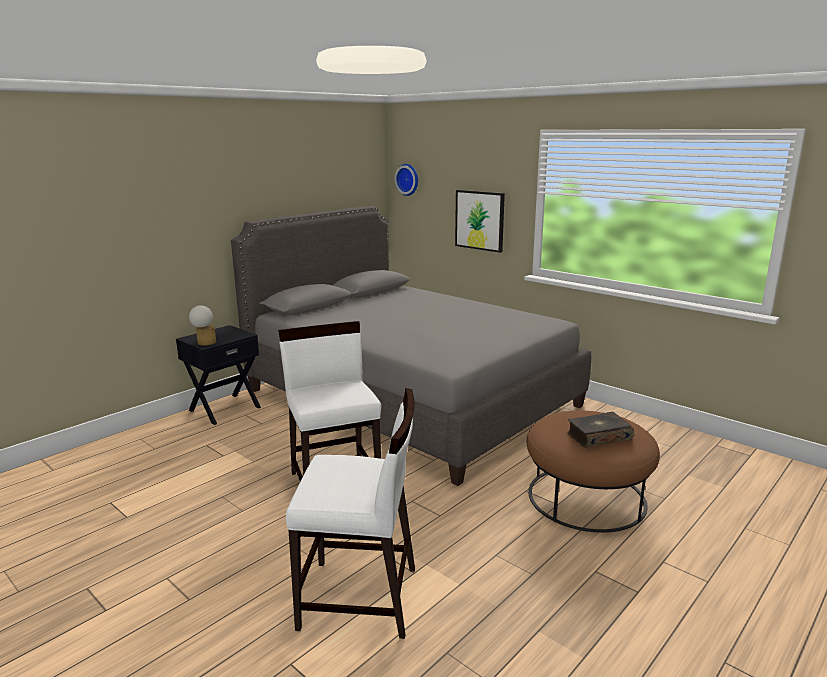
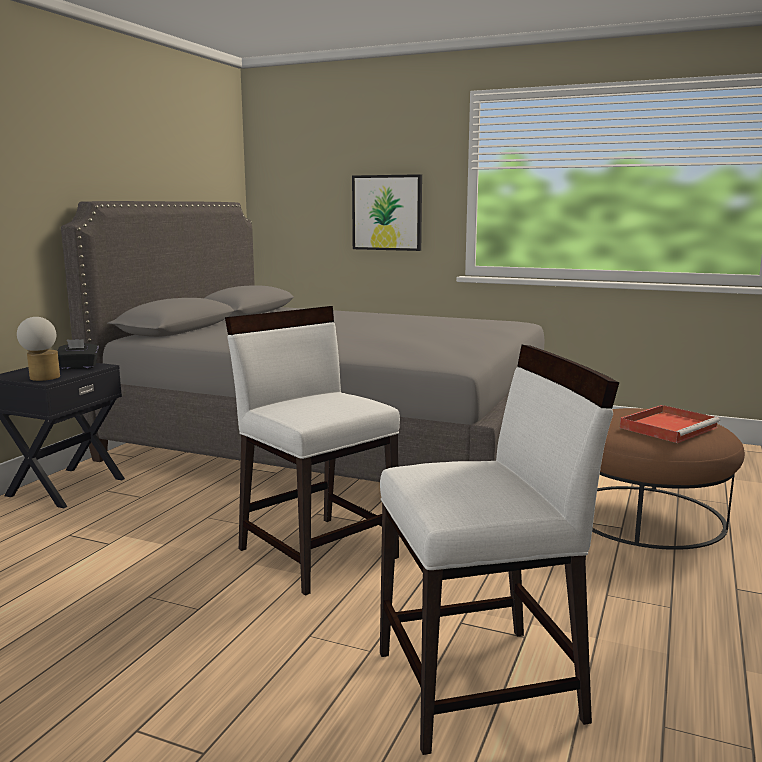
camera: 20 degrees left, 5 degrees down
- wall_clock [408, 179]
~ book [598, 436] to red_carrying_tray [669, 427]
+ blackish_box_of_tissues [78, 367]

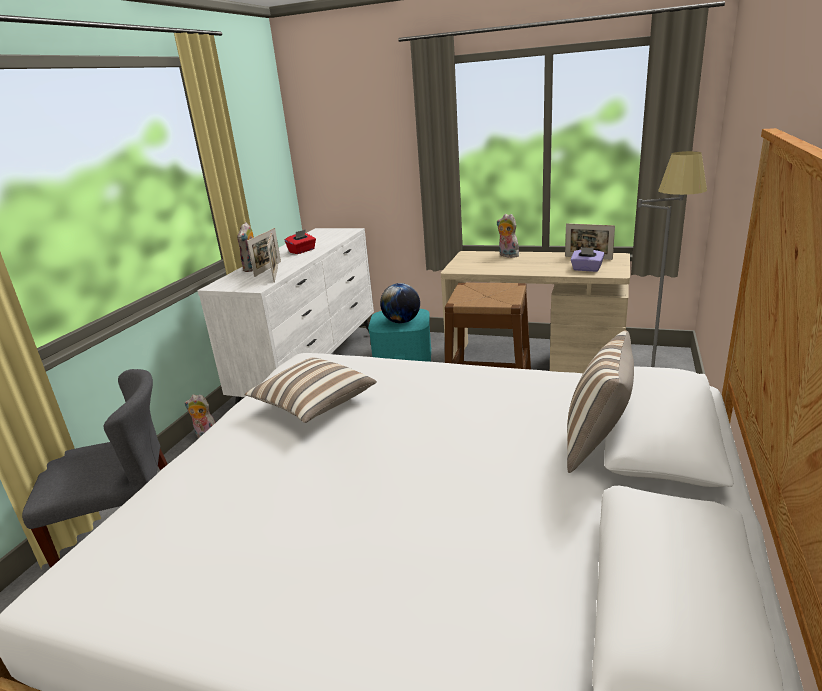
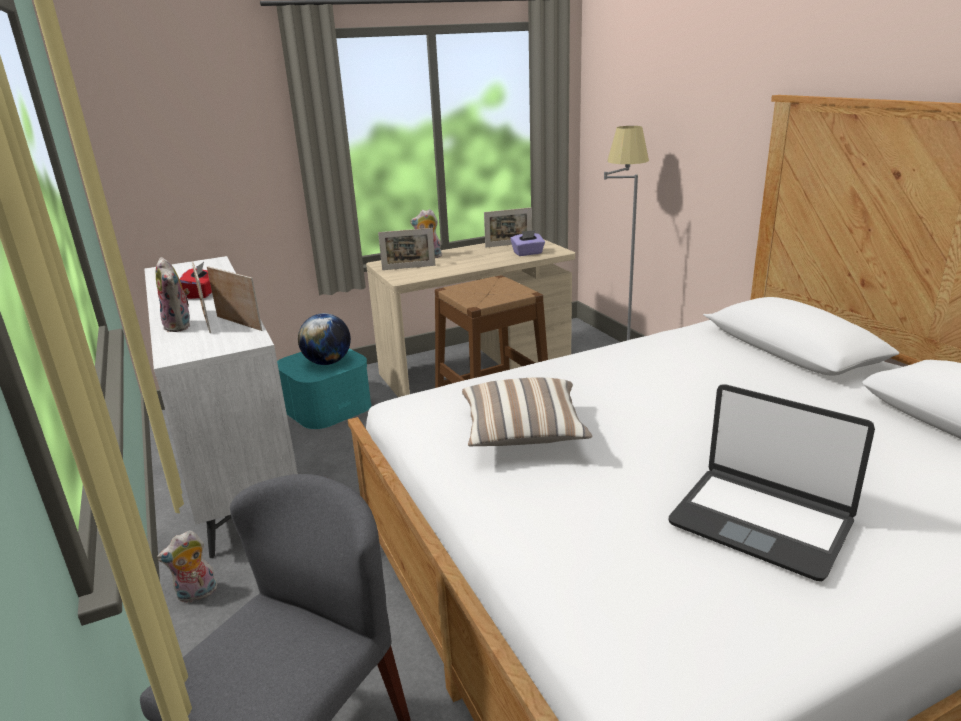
camera: 45 degrees left, 0 degrees up
- cushion [597, 444]
+ picture_frame [408, 267]
+ portable_computer [760, 521]

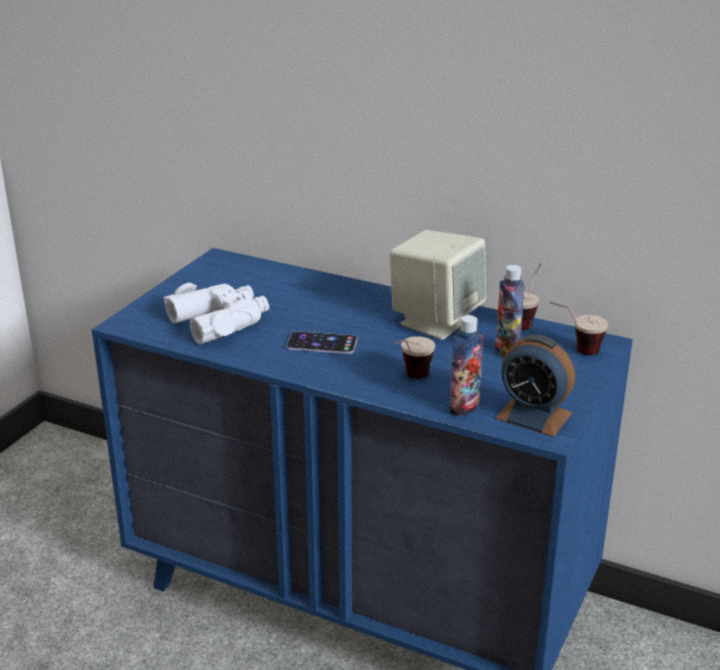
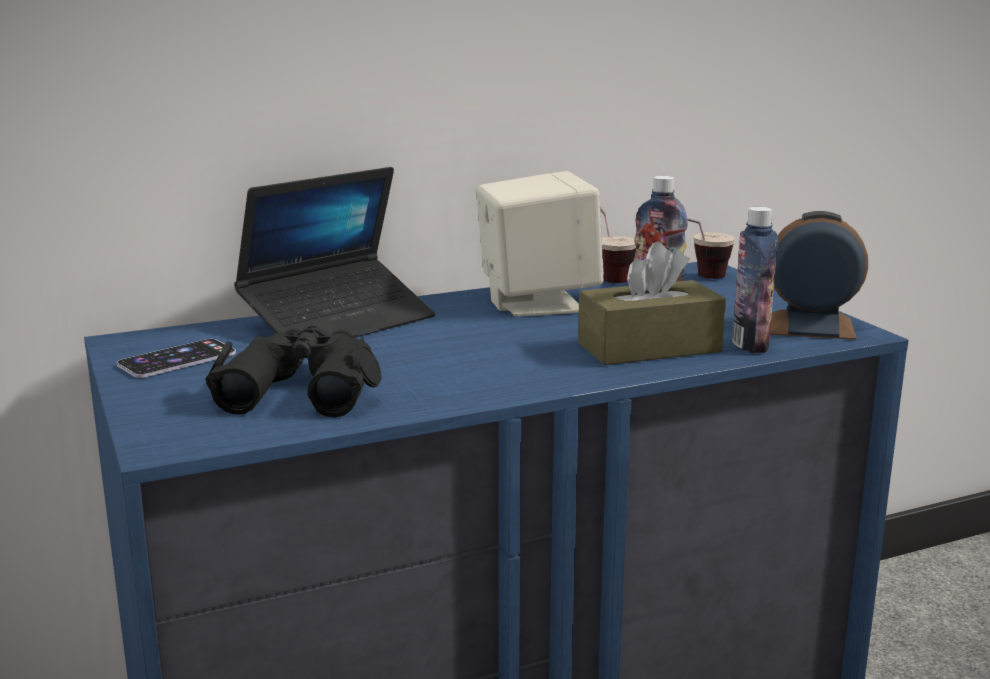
camera: 50 degrees left, 10 degrees down
~ whitish_pair_of_binoculars [220, 321] to blackish_pair_of_binoculars [302, 388]
~ telephone [322, 343] to [177, 359]
~ bedside_clock [534, 415] = [811, 327] 150 degrees counterclockwise
~ cup [410, 379] to brown-coloured_box_of_tissues [649, 347]
+ portable_computer [338, 321]

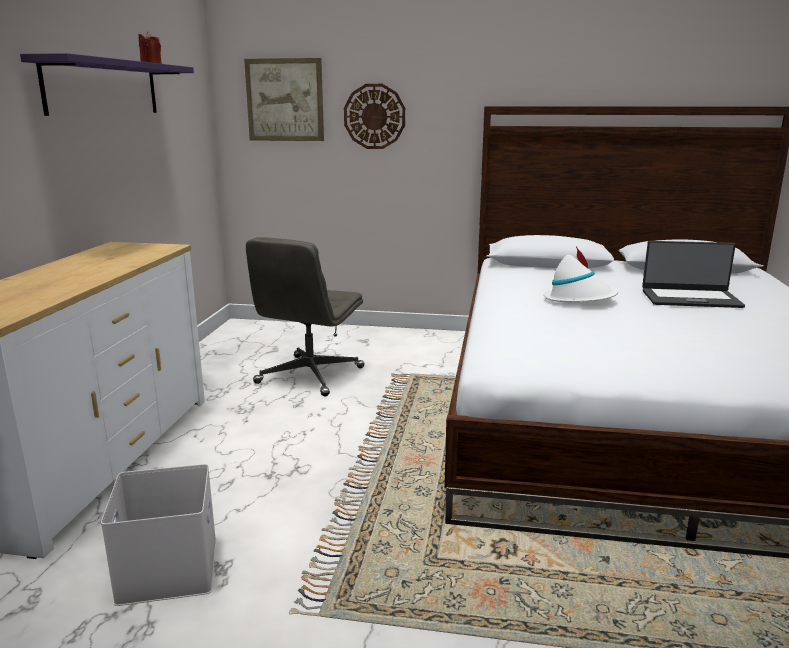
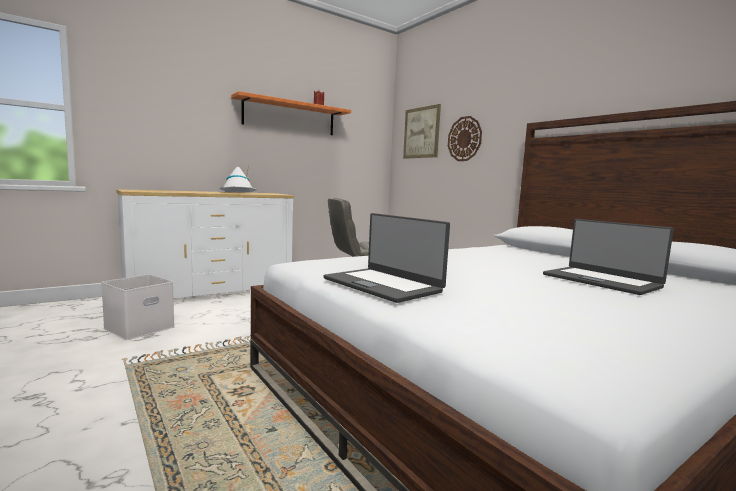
camera: 45 degrees right, 10 degrees down
~ purple-coloured_bracket_shelf [103, 88] to orange_bracket_shelf [290, 117]
~ whitish_hat [579, 299] to [238, 192]
+ portable_computer [383, 285]

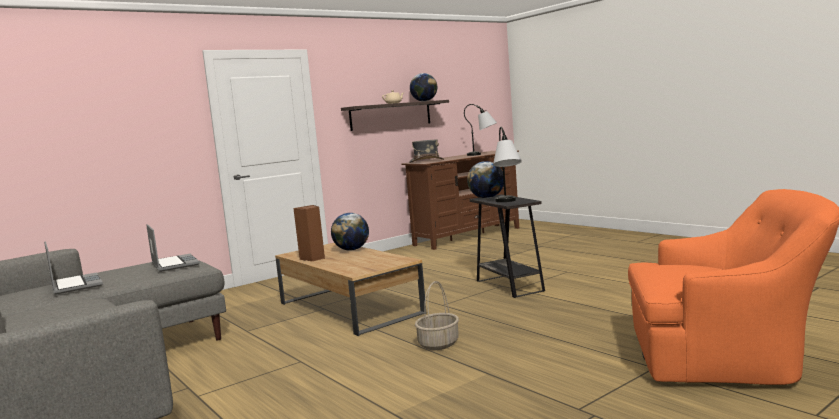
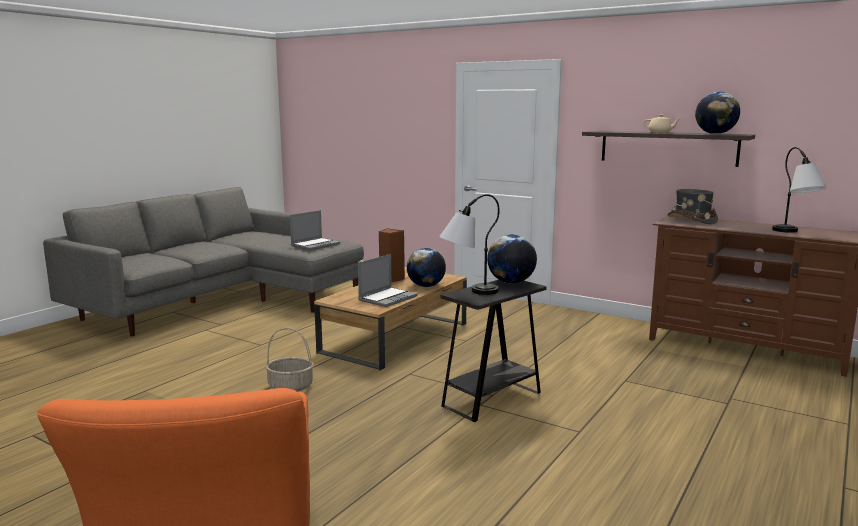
camera: 70 degrees right, 5 degrees up
~ portable_computer [75, 285] to [388, 298]

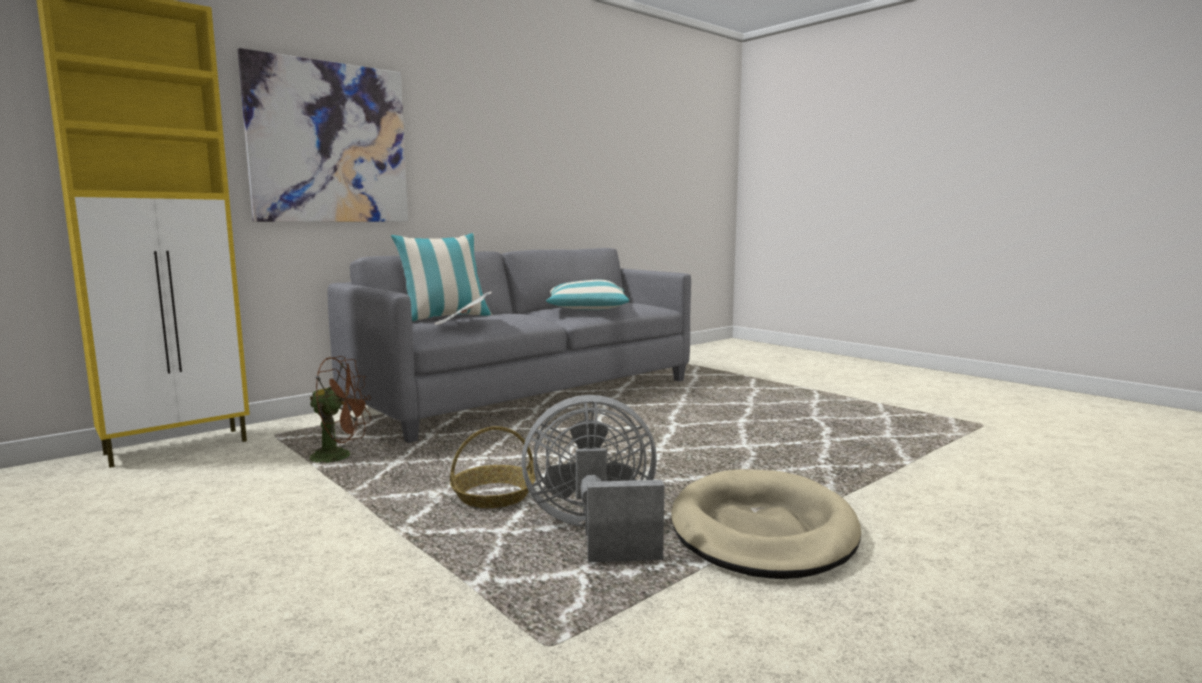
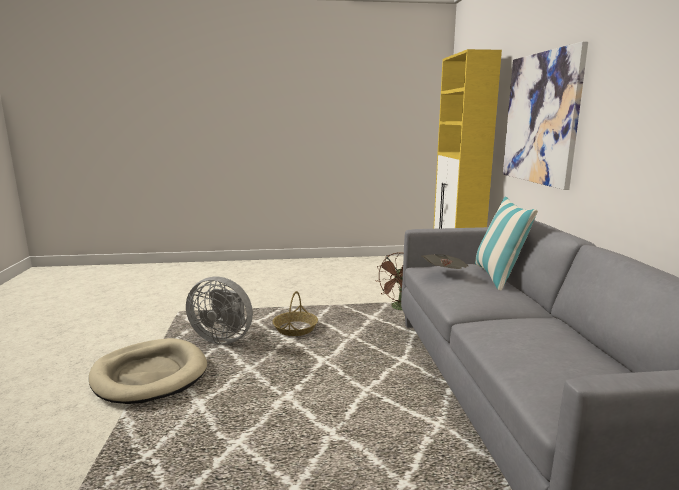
camera: 125 degrees right, 5 degrees up
- cushion [587, 308]
~ grey_cooling_fan [595, 532] = [223, 338] 75 degrees clockwise

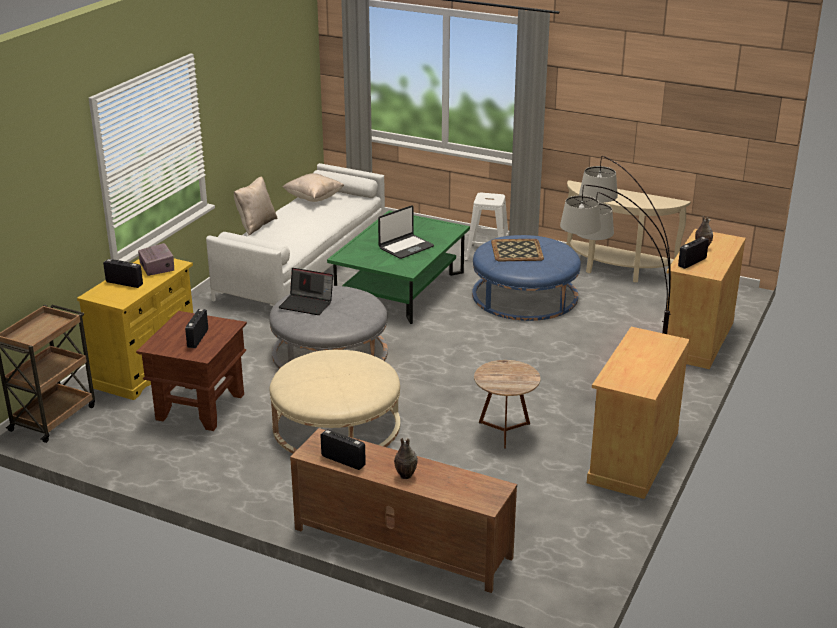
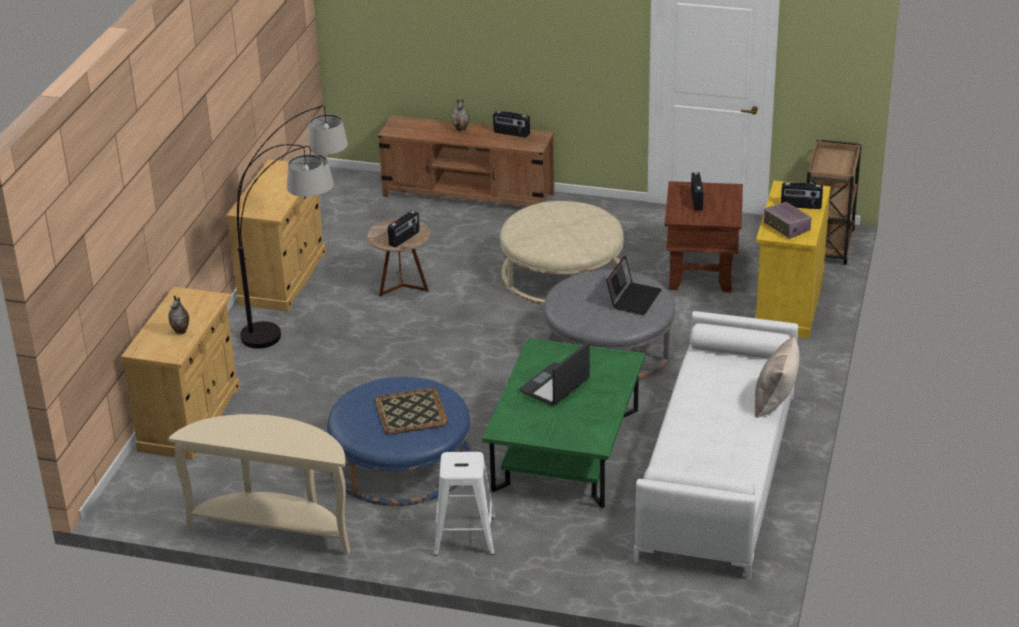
camera: 170 degrees right, 5 degrees up
- beige_cushion [313, 198]
~ radio [691, 262] to [404, 238]
~ portable_computer [307, 304] = [633, 298] 105 degrees clockwise

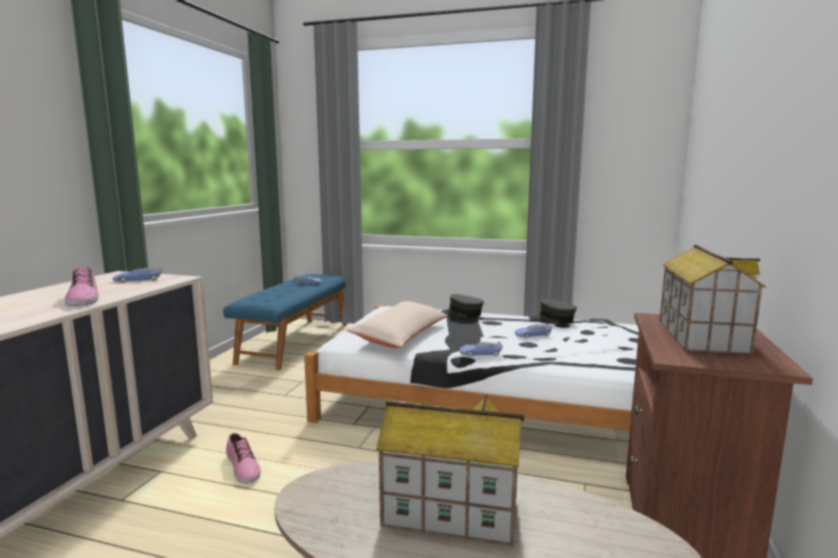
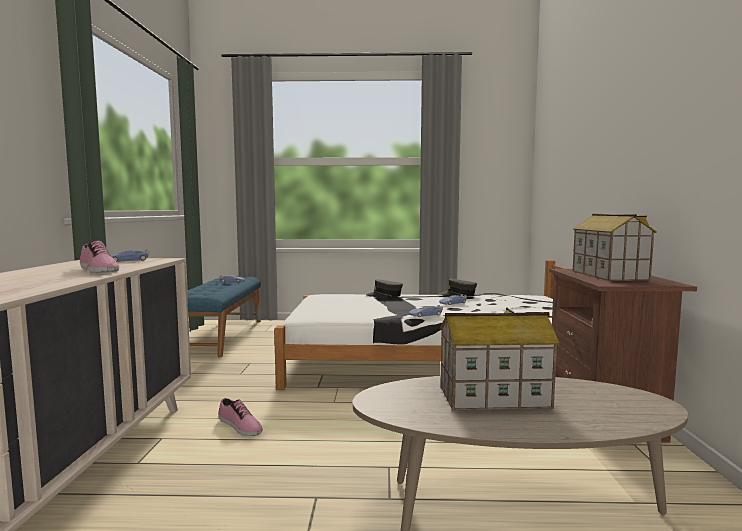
camera: 15 degrees left, 5 degrees down
- beige_cushion [401, 335]

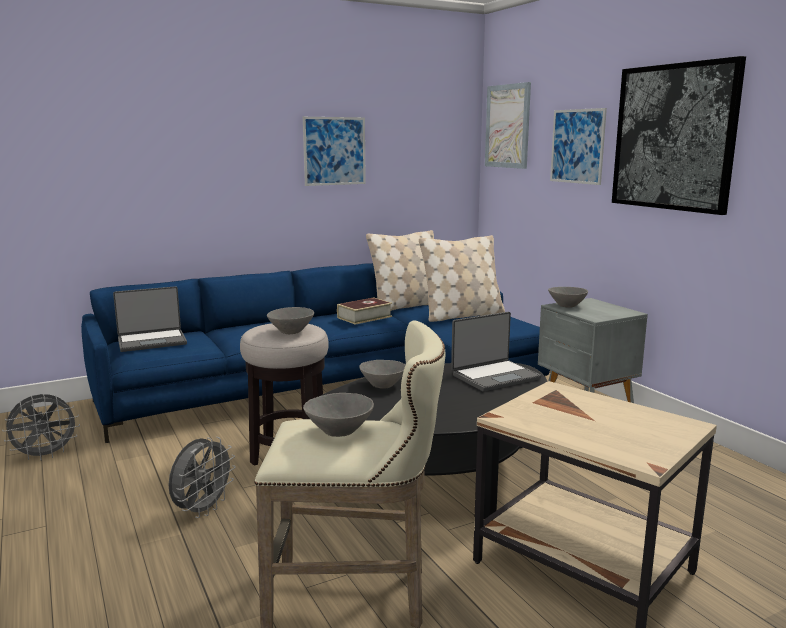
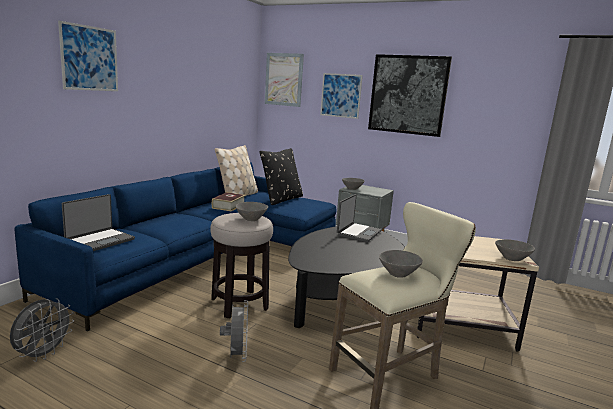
camera: 35 degrees left, 0 degrees up
~ wall_picture [334, 151] to [89, 58]
~ beige_cushion [462, 315] to blackish_cushion [282, 199]
~ grey_deep_dish [382, 385] to [511, 258]

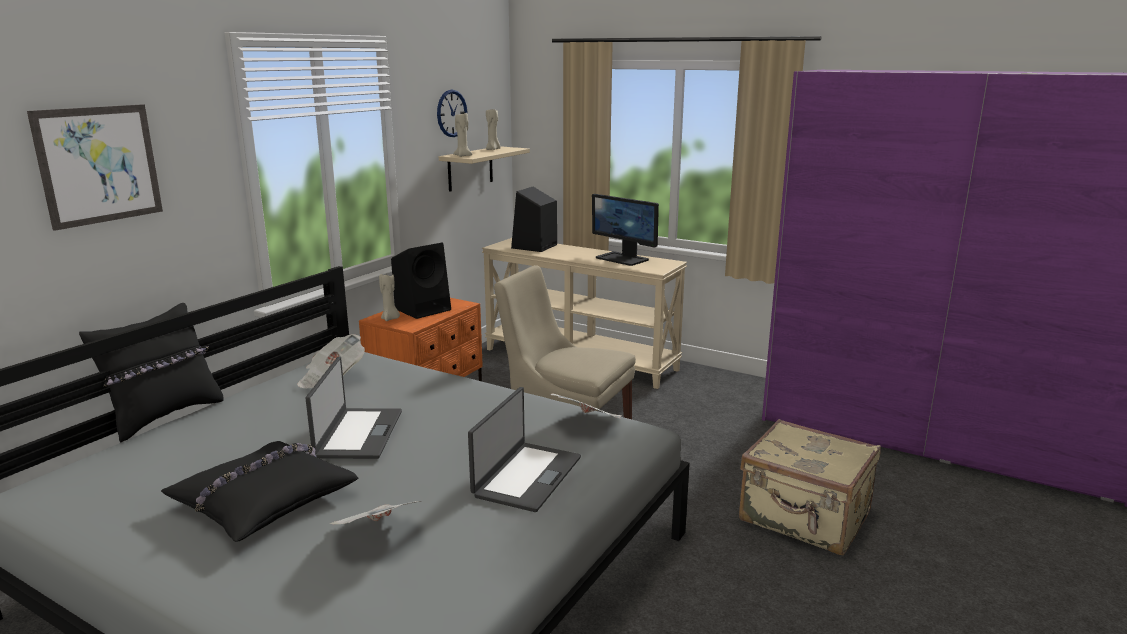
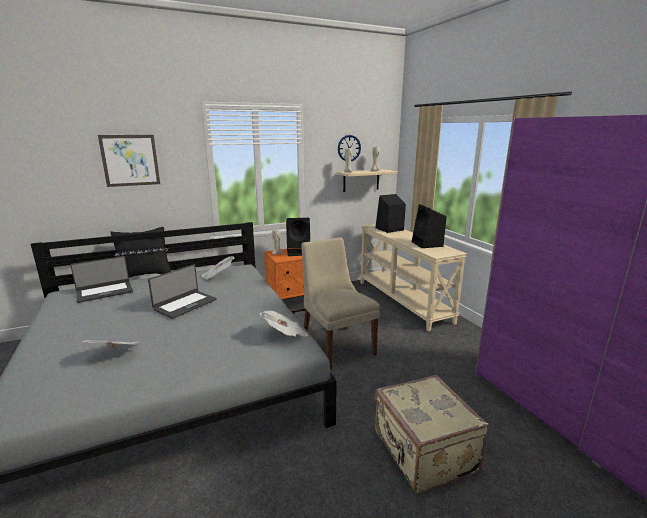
camera: 35 degrees right, 0 degrees up
~ computer_display [623, 259] to blackish_speaker [427, 244]
~ portable_computer [526, 476] to [104, 292]
- blackish_cushion [263, 500]

